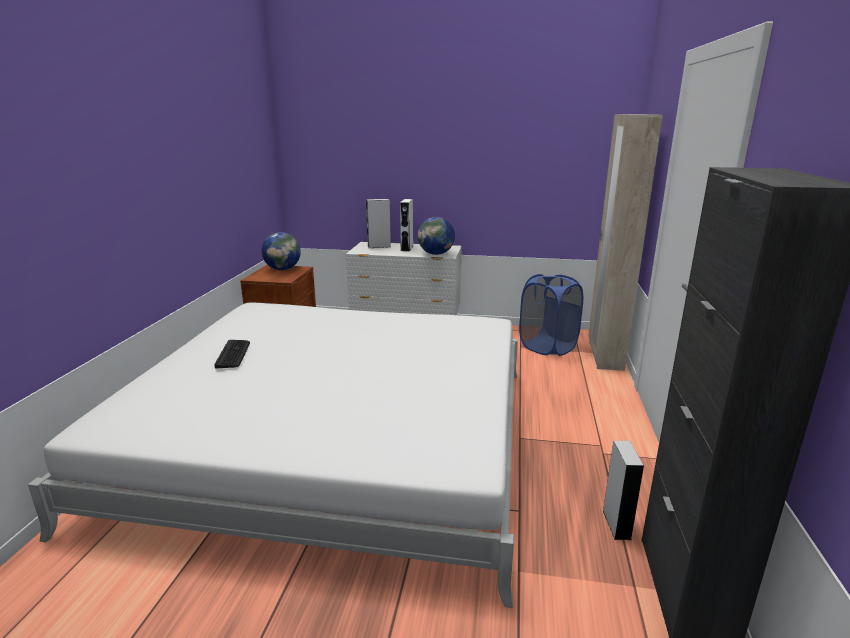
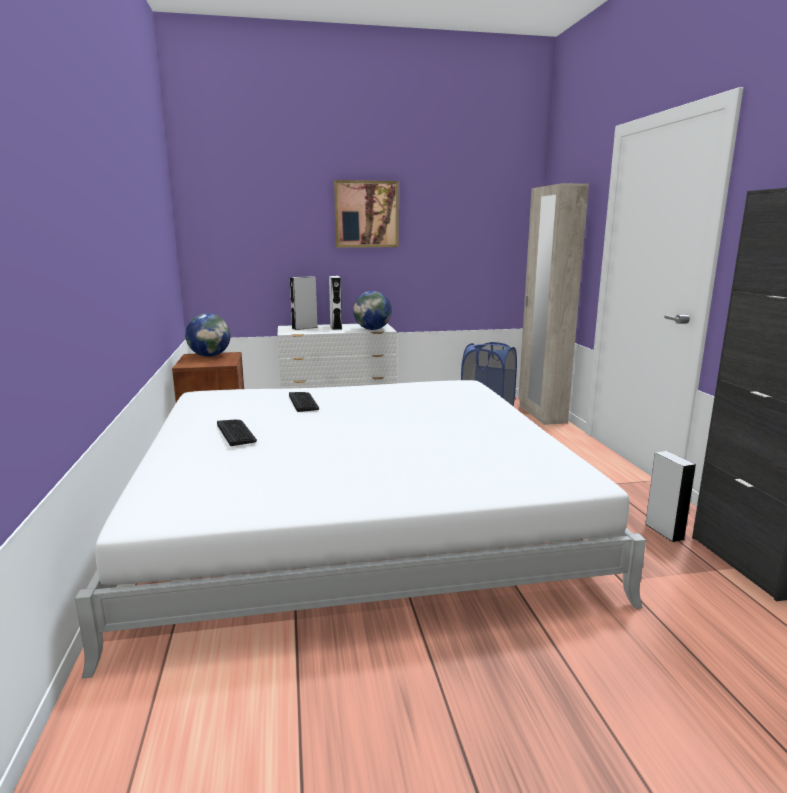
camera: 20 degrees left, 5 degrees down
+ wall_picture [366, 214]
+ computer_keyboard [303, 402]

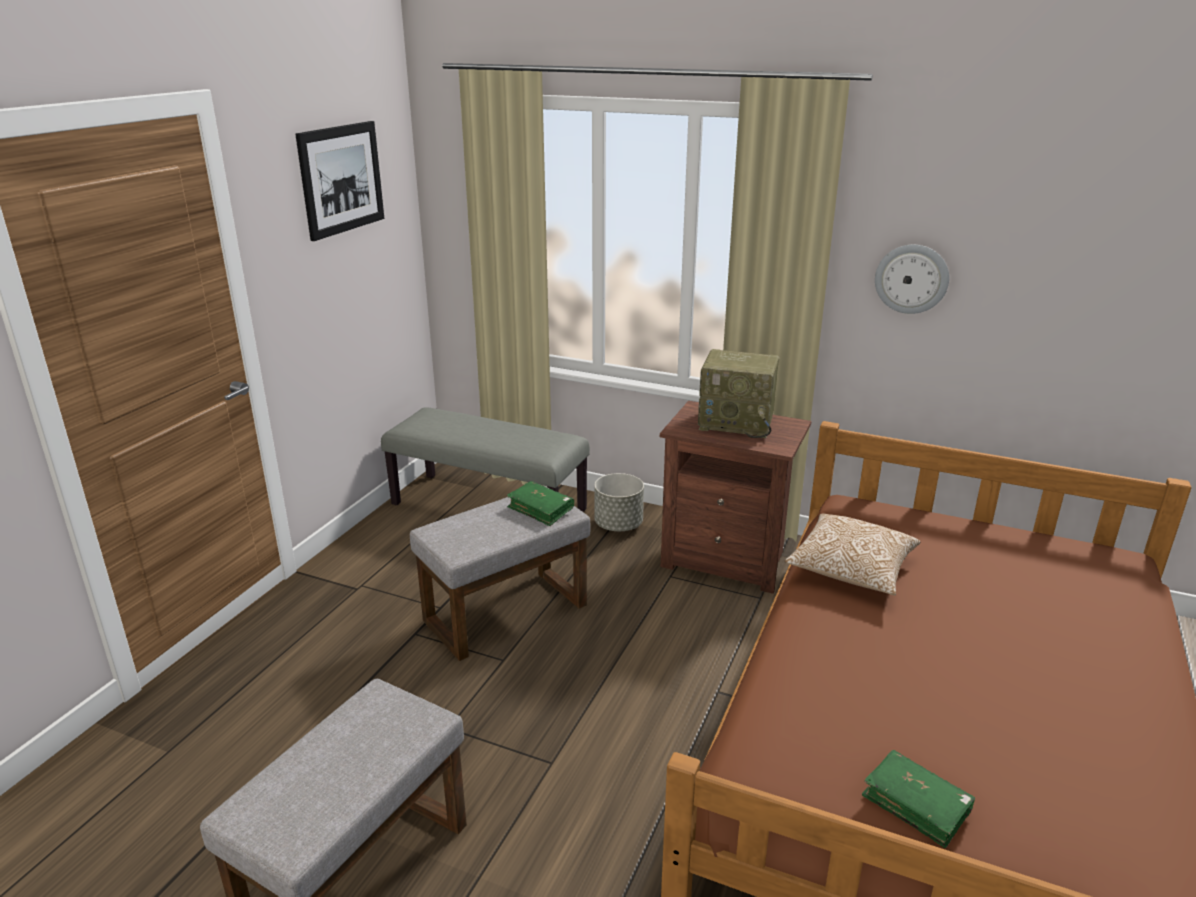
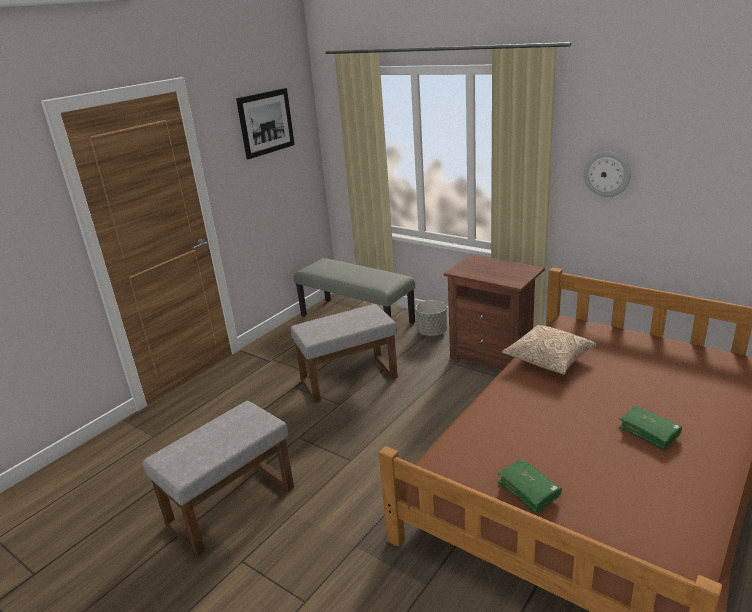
camera: 15 degrees right, 0 degrees up
- radio [737, 423]
~ green_book [541, 509] to [649, 432]

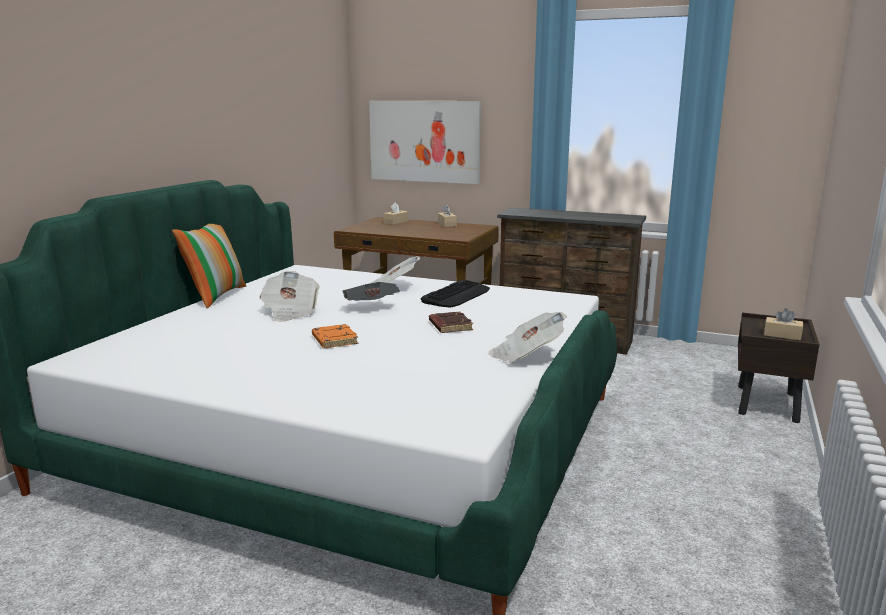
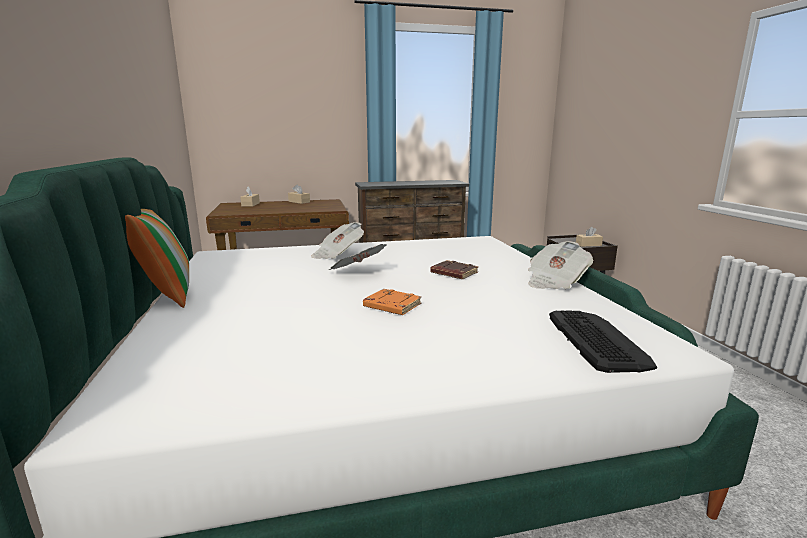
camera: 35 degrees left, 0 degrees up
- wall_picture [424, 141]
- daily_paper [290, 312]
~ computer_keyboard [456, 295] to [596, 340]

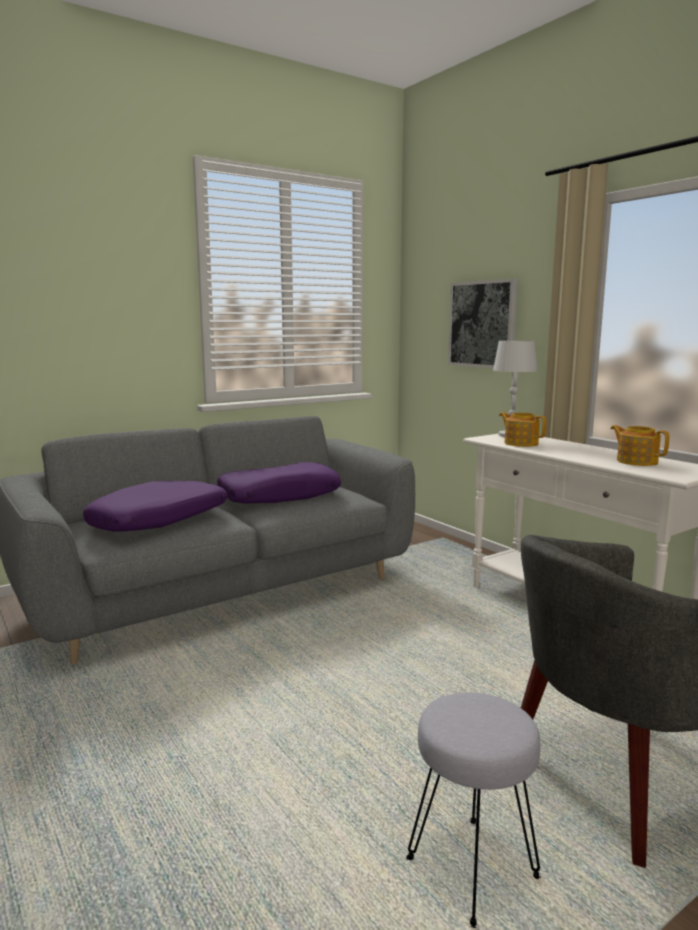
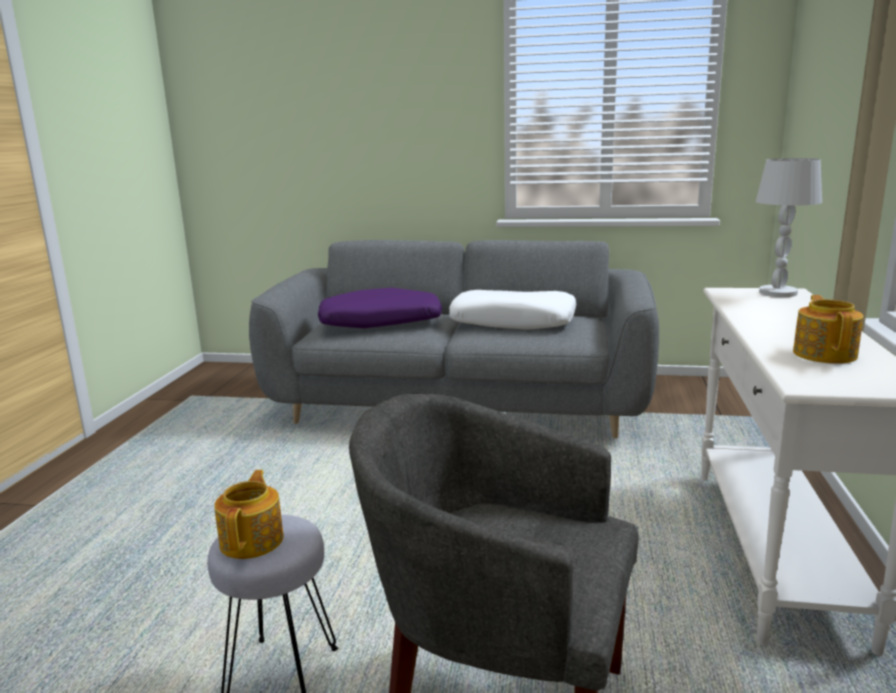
camera: 45 degrees right, 5 degrees up
- wall_picture [482, 324]
~ tea_pot [520, 443] to [253, 540]
~ purple-coloured_cushion [279, 495] to whitish_cushion [513, 321]

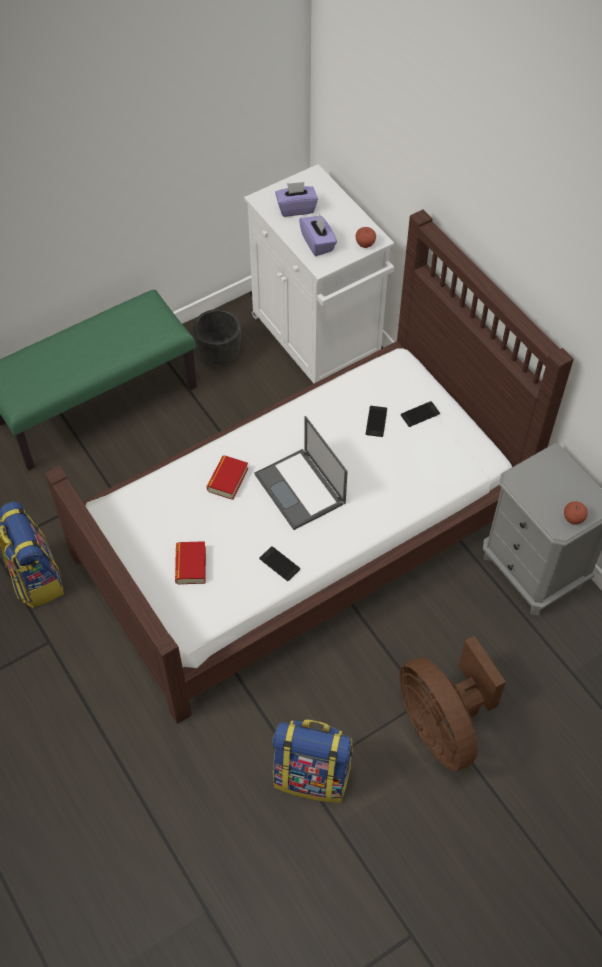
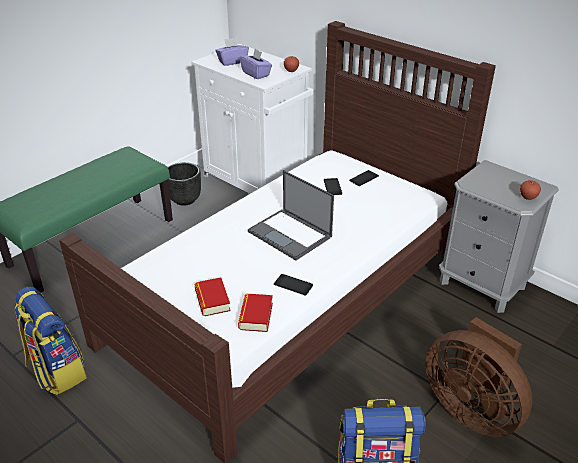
camera: 15 degrees left, 20 degrees down
~ book [227, 480] to [256, 316]

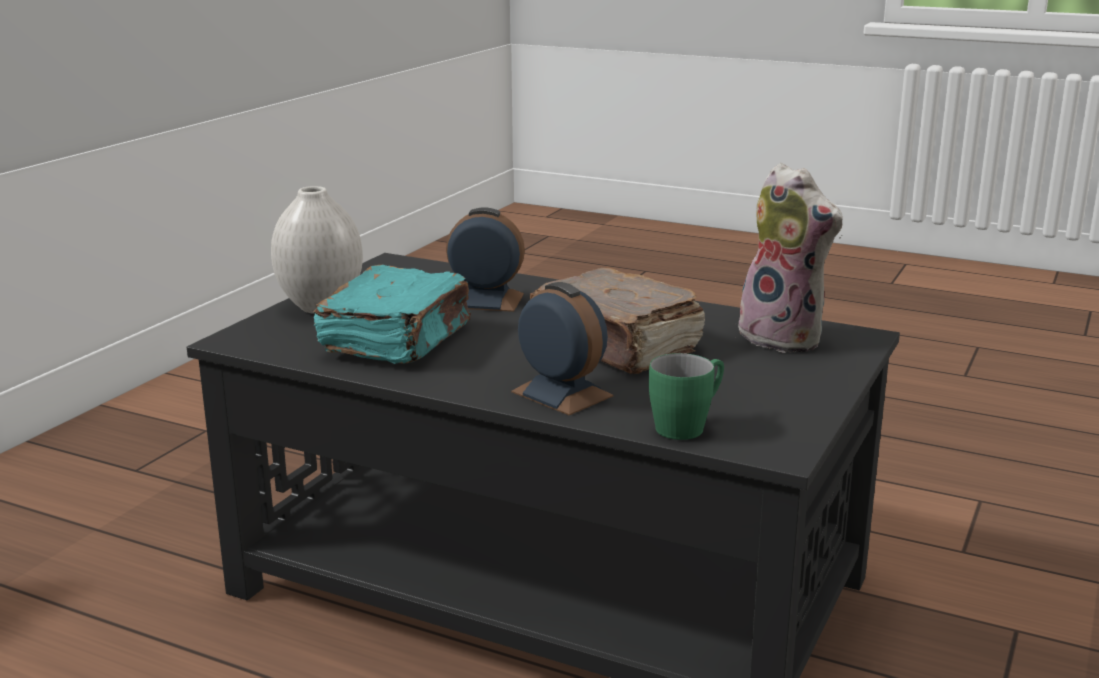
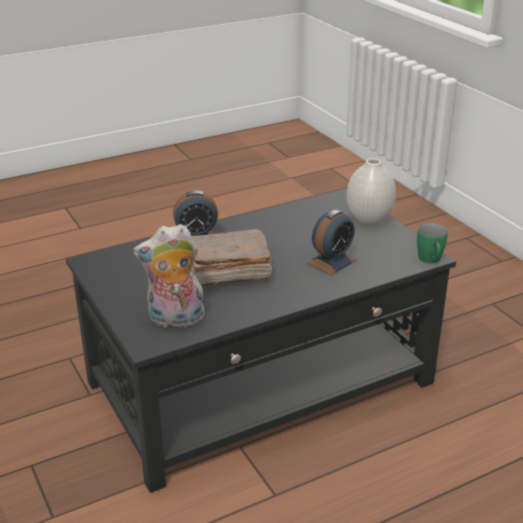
camera: 125 degrees right, 10 degrees up
- turquoise_book [398, 340]
~ green_tea_mug [688, 425] to [431, 261]

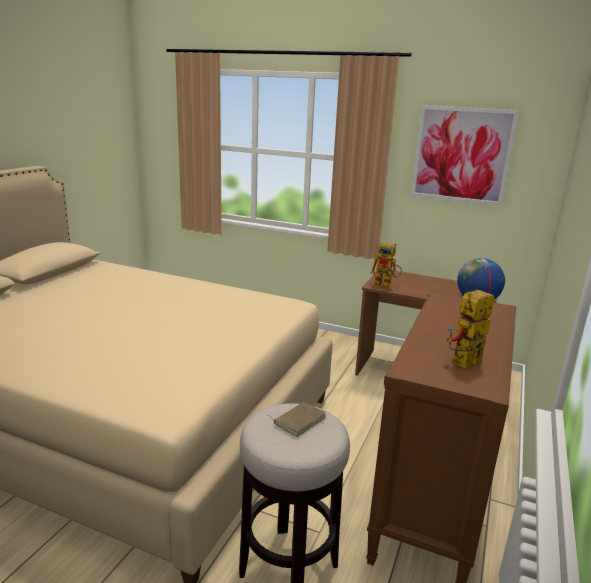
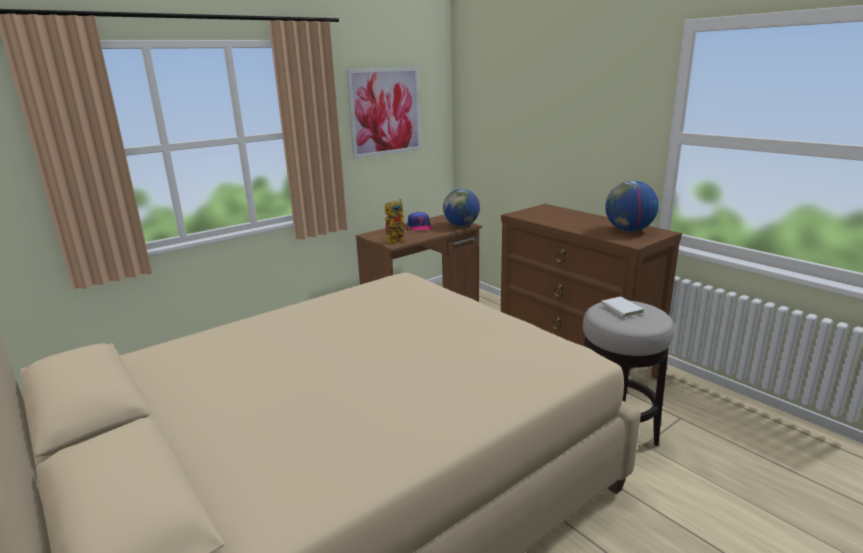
camera: 60 degrees left, 0 degrees up
~ robot_figure [464, 364] to world_globe [629, 230]
~ brown-coloured_book [298, 420] to whitish_book [620, 309]
+ cap [419, 226]

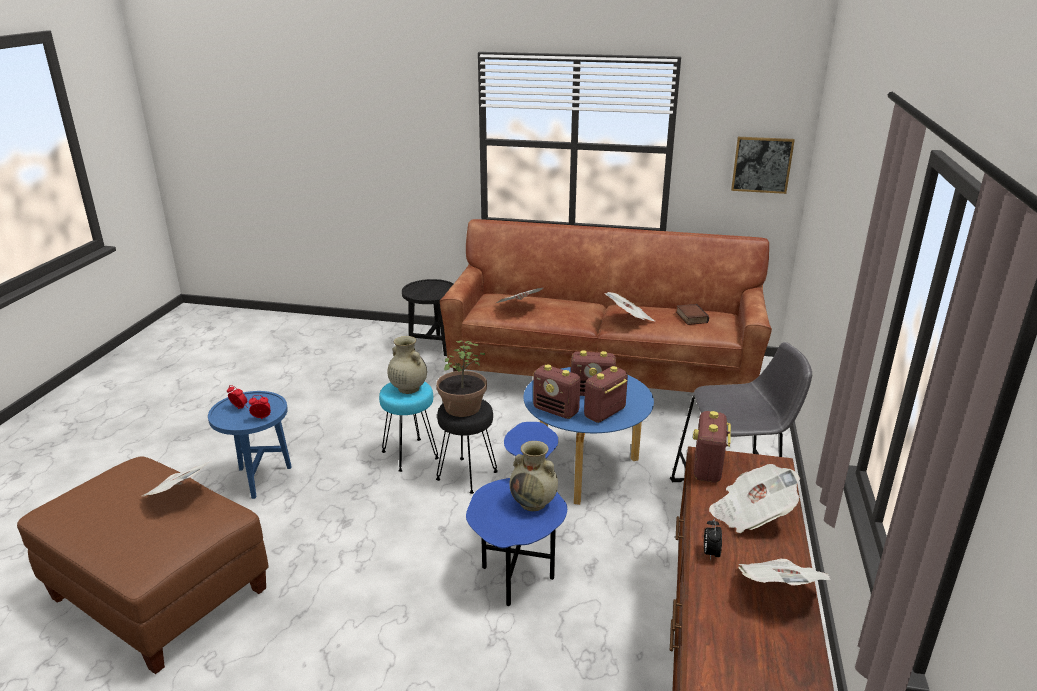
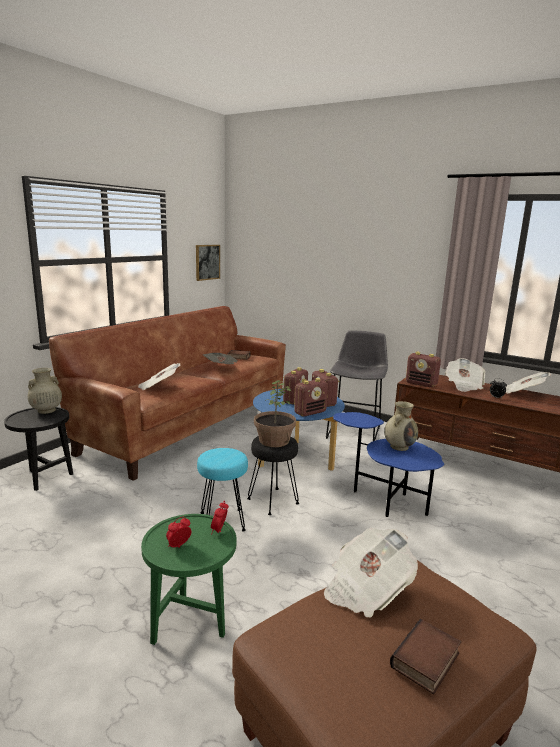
camera: 70 degrees left, 10 degrees down
~ beige_decorative_vase [408, 388] to [46, 410]
~ blue_accent_table [260, 480] to green_accent_table [191, 626]
+ book [426, 662]

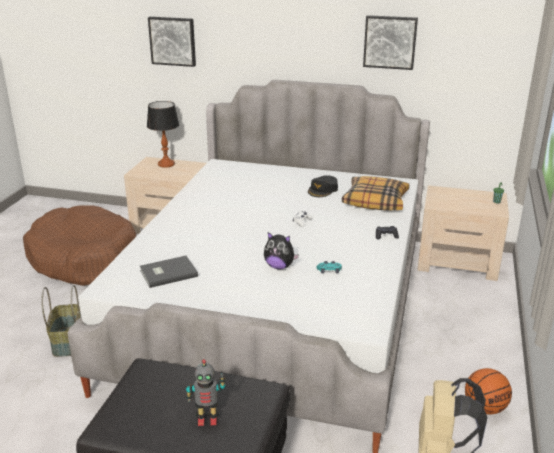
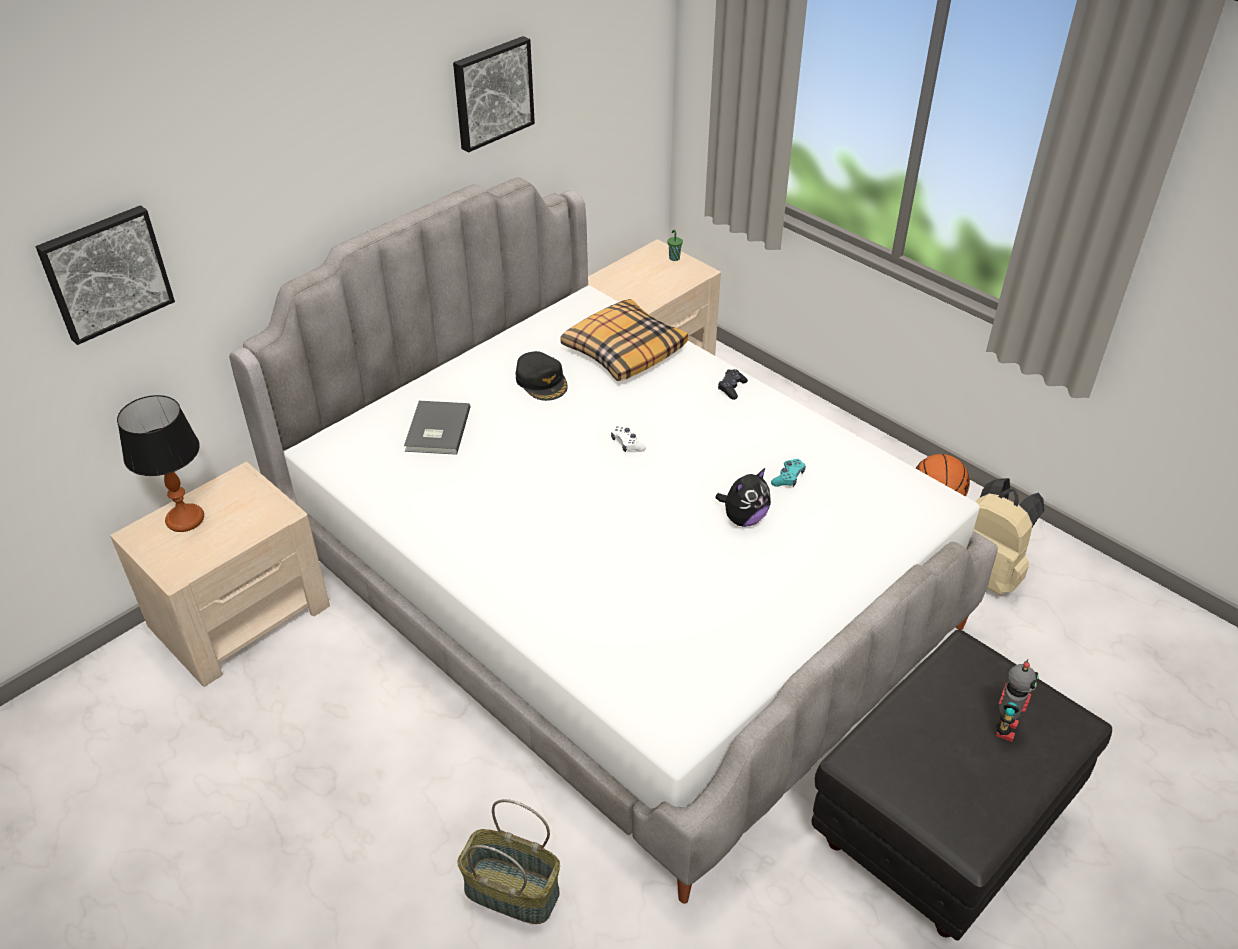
camera: 60 degrees left, 15 degrees up
- brown-coloured_dog_bed [84, 258]
~ grey_book [167, 273] to [436, 430]

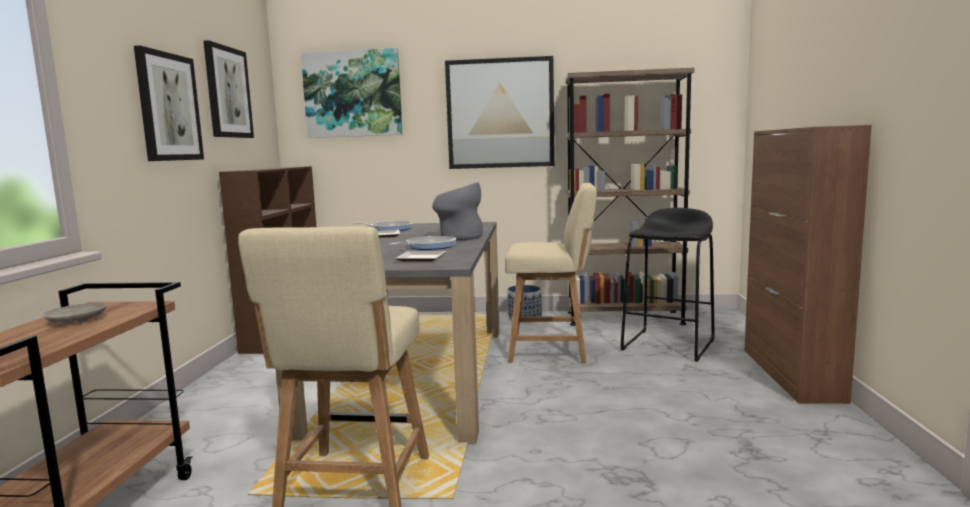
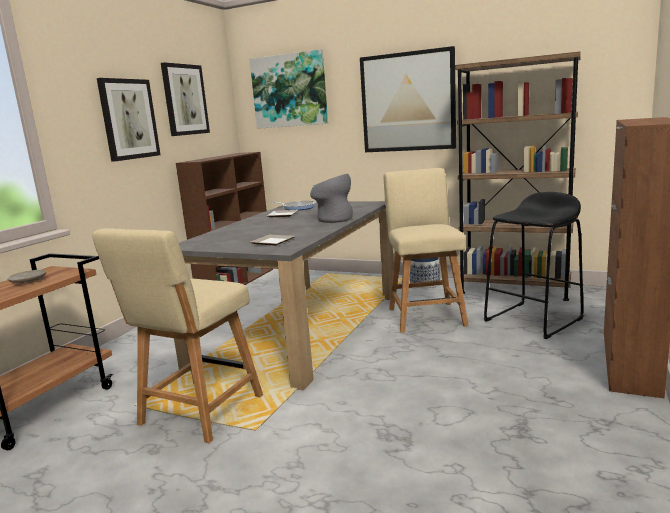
camera: 20 degrees right, 5 degrees up
~ beige_chair [553, 349] = [425, 315] 120 degrees counterclockwise
- skillet [428, 246]

